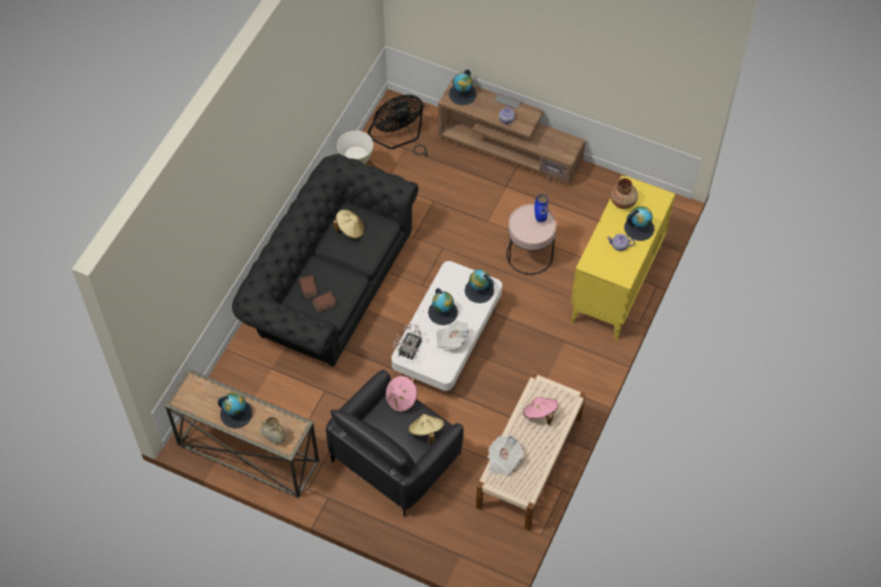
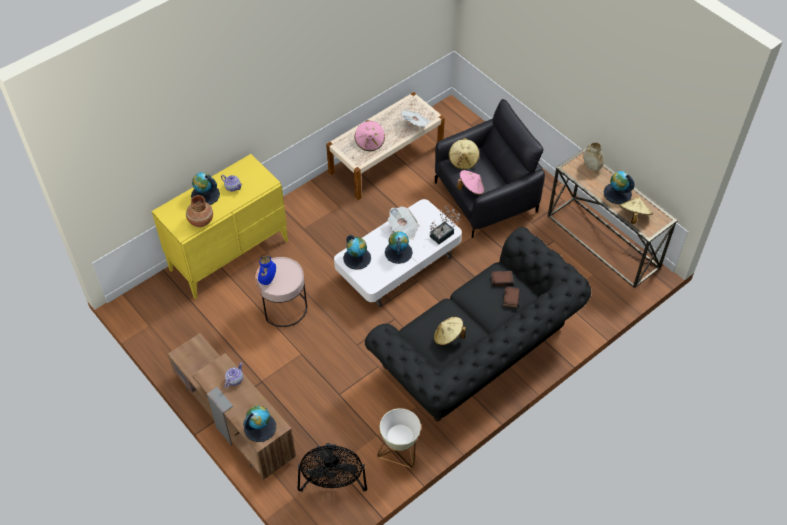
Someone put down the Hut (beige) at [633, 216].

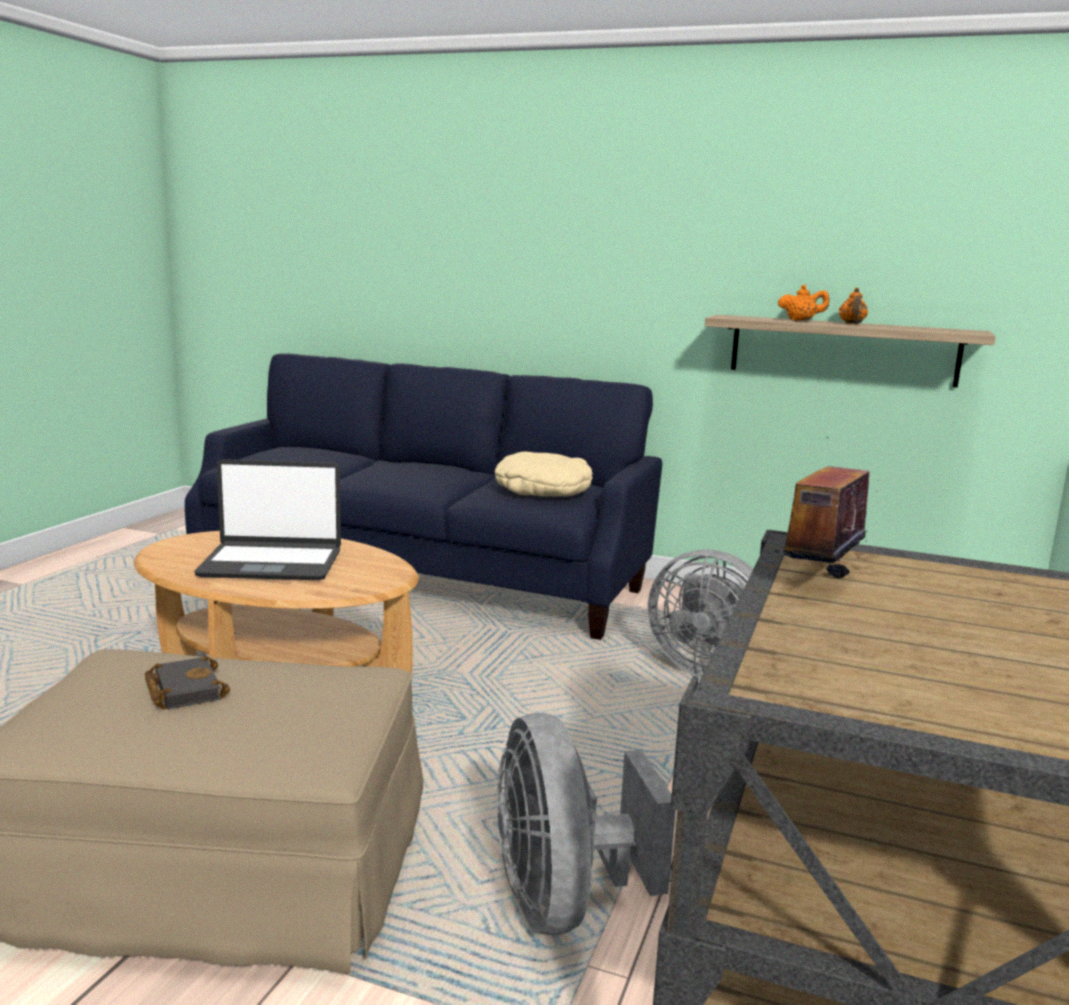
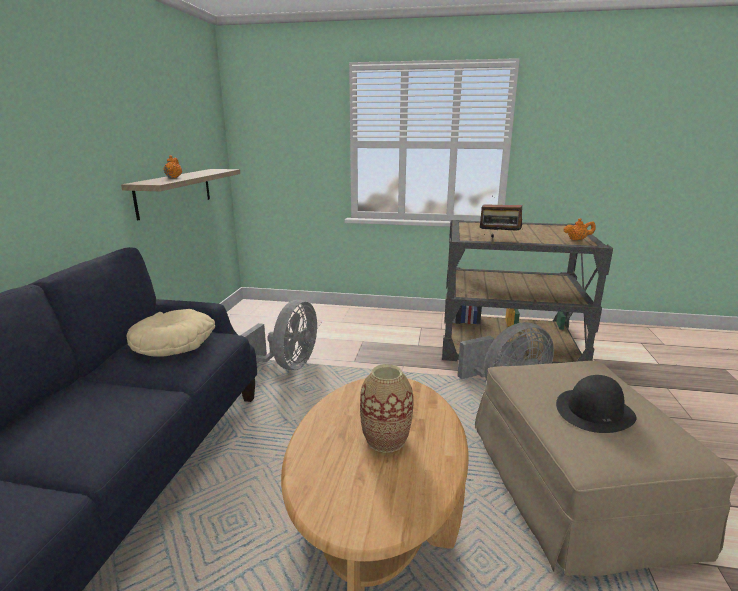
Someone swapped the Buch (schwarz) at [183, 689] for the Hut (schwarz) at [594, 411].
Someone swapped the Laptop at [271, 563] for the Vase at [385, 439].
Someone carried the Teekanne (orange) from [851, 324] to [577, 240].

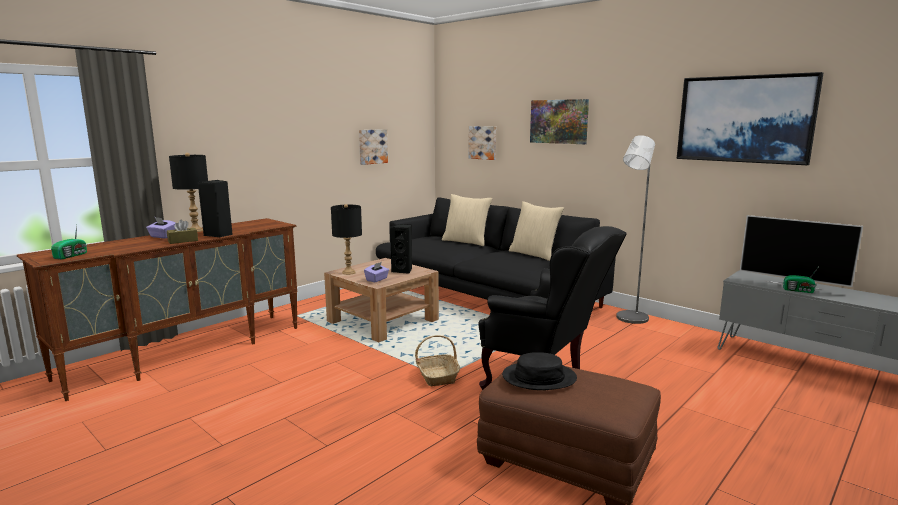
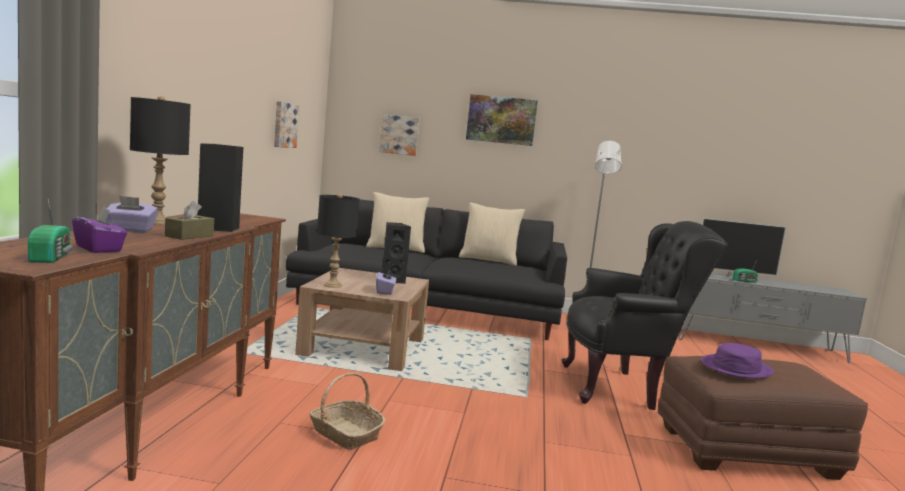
Someone carried the Korb from [437, 376] to [345, 433].
Someone repainted the Hut (schwarz) at [539, 377], which became the Hut (lila) at [736, 368].
Someone took away the Bild at [744, 119].
Someone put down the Taschentuchbox (lila) at [99, 249].

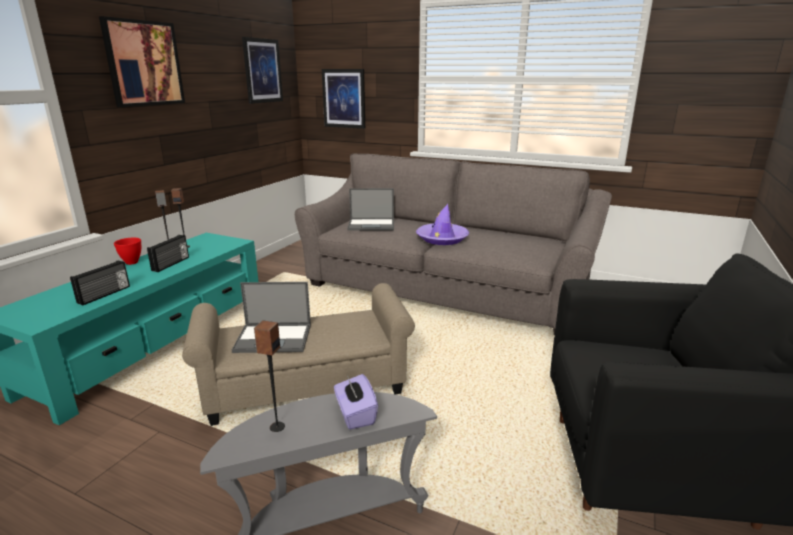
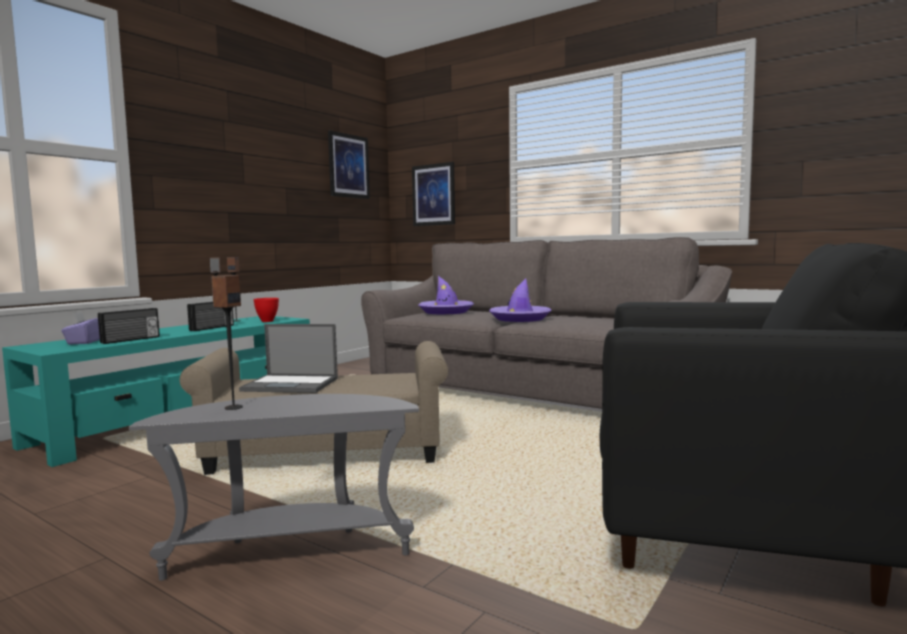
Someone took away the Bild at [143, 63].
Someone carried the Schüssel (rot) from [131, 262] to [267, 321].
Someone carried the Taschentuchbox (lila) from [355, 414] to [84, 342].
Someone swapped the Laptop at [372, 225] for the Hut (lila) at [446, 312].

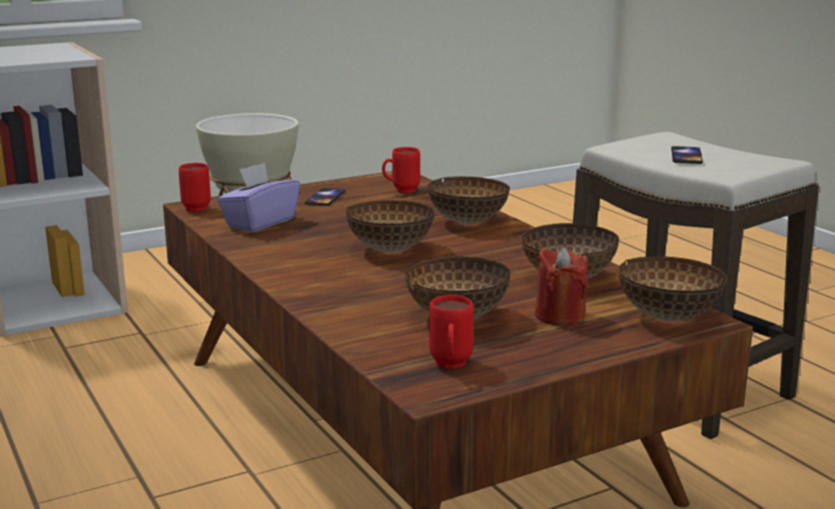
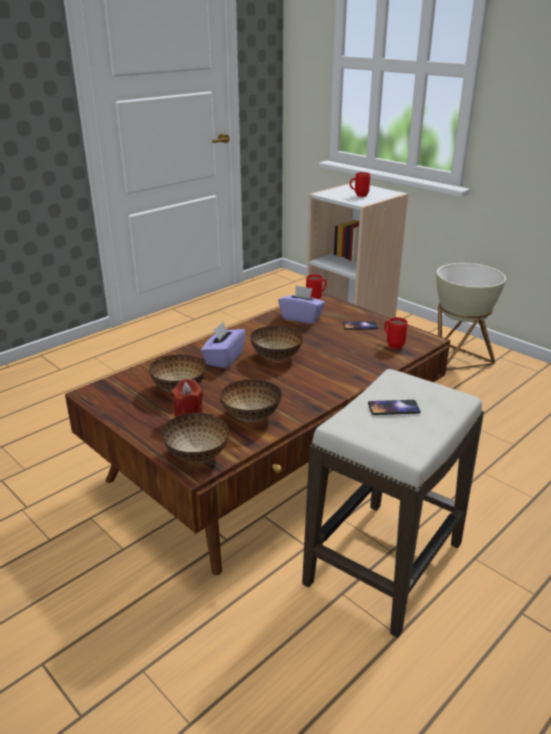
Someone took away the Schüssel at [469, 222].
Someone carried the Henkelbecher (rot) from [450, 367] to [358, 196].
Someone put down the Taschentuchbox (lila) at [224, 359].

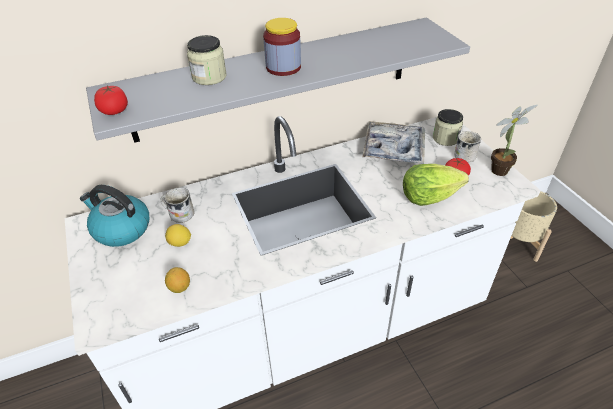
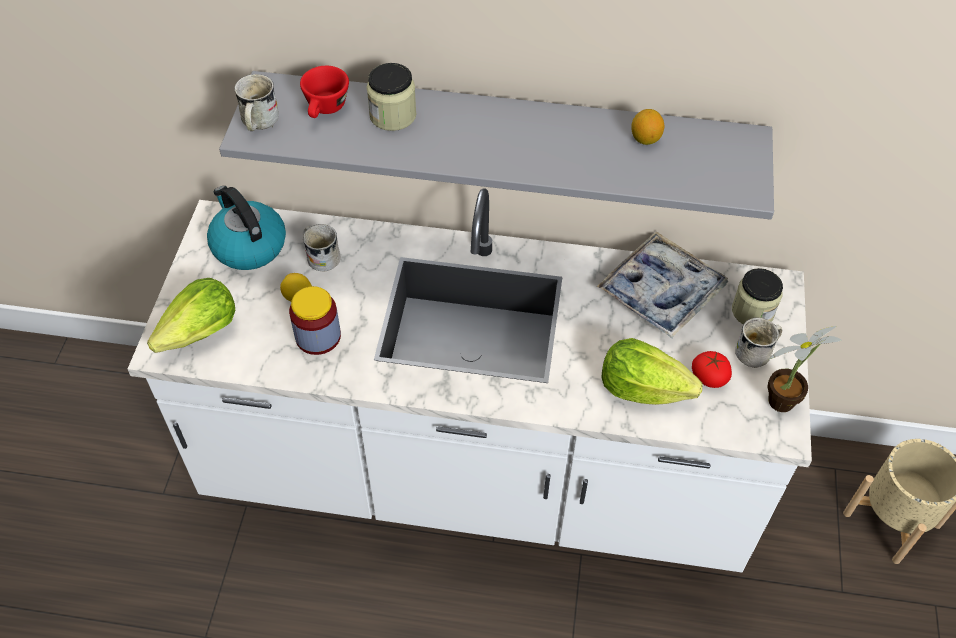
Someone swapped the Tomate at [114, 110] for the Henkelbecher (weiß) at [258, 123].
Someone carried the Zitrone from [179, 287] to [645, 139].
Someone carried the Vorratsglas from [283, 67] to [318, 336].
Someone put down the Salatkopf at [200, 332].
Someone put down the Tasse (rot) at [325, 109].

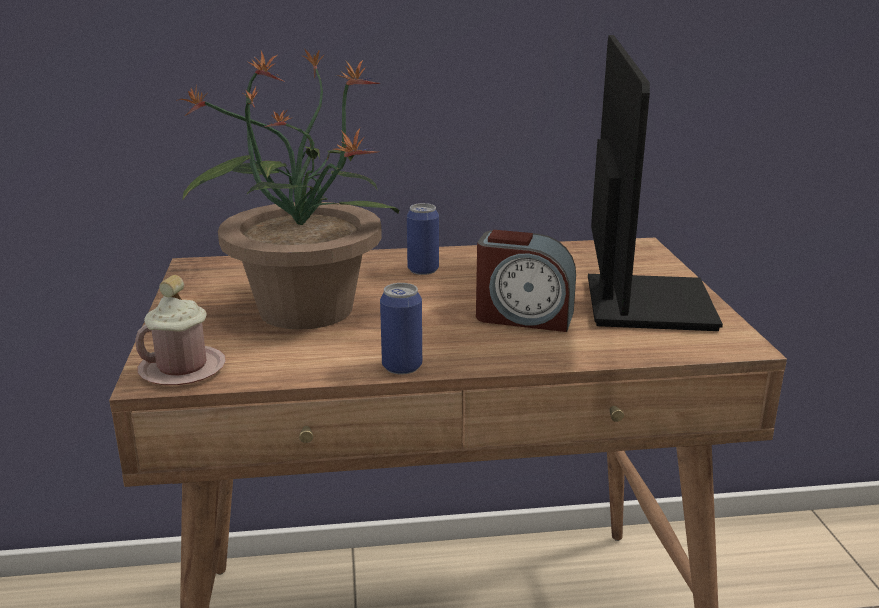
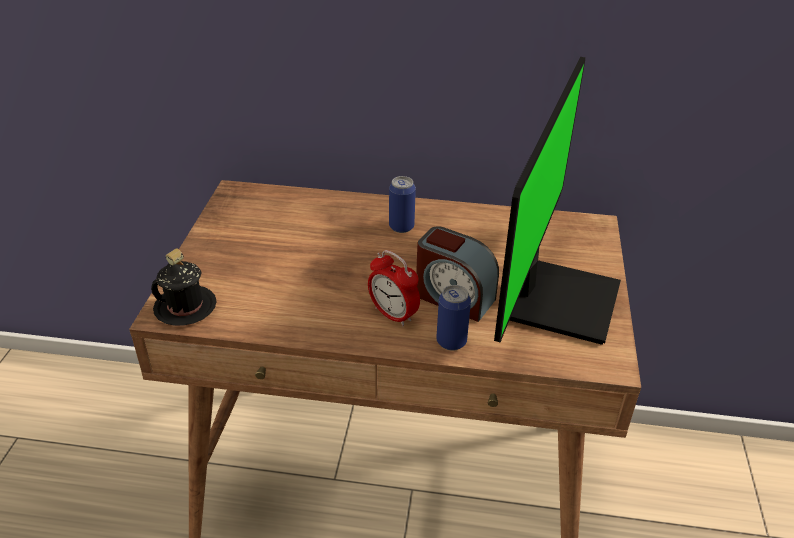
Someone repainted the Henkelbecher (rosa) at [182, 369], which became the Henkelbecher (schwarz) at [185, 308].
Someone took away the Topfpflanze at [304, 308].
Someone carried the Dose from [402, 367] to [451, 341].
Someone put down the Wecker at [393, 315].

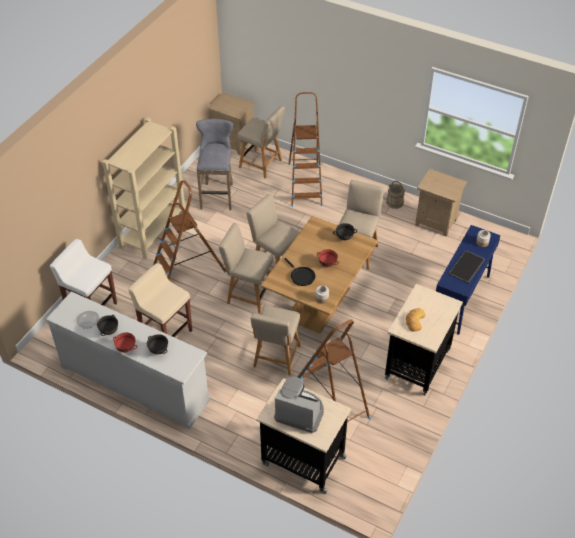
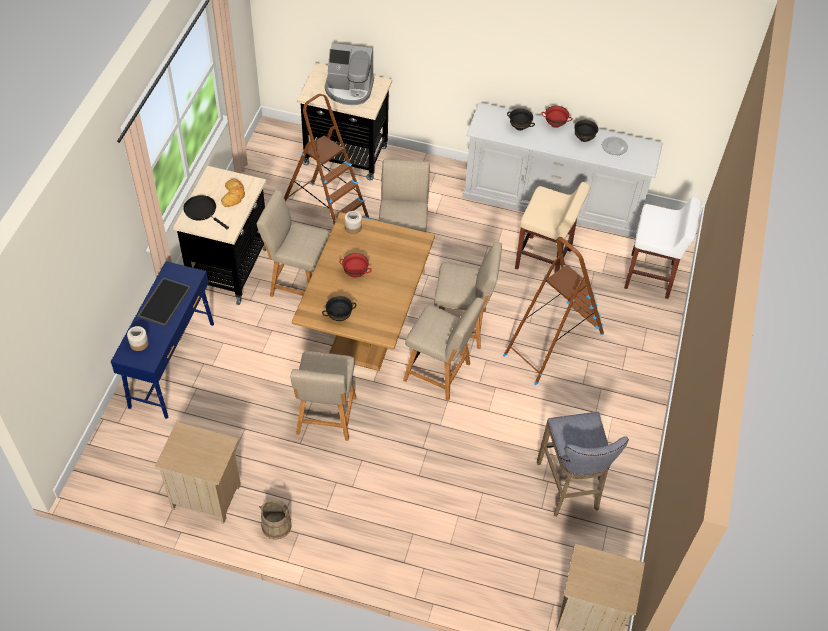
Someone took away the Bücherregal (beige) at [153, 230].
Someone carried the Stuhl (beige) from [262, 164] to [297, 283].
Someone carried the Pfanne (schwarz) from [301, 276] to [202, 211].
Someone took away the Trittleiter (braun) at [305, 184].

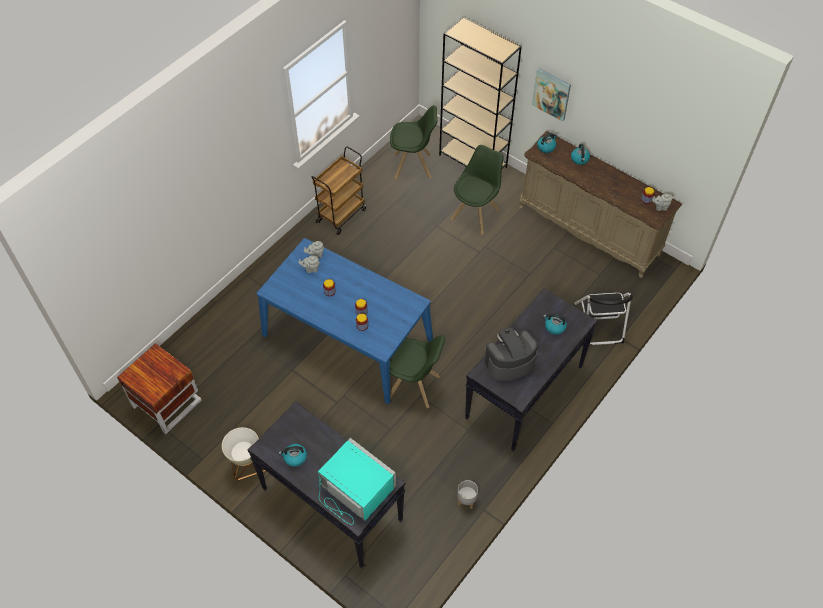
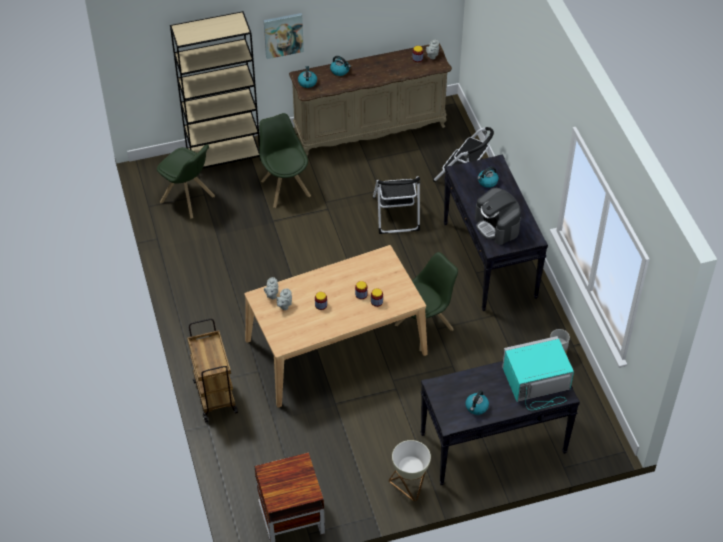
Someone repainted the Esstisch (blau) at [347, 338], which became the Esstisch (beige) at [336, 347].
Someone carried the Rollwagen (braun) from [342, 215] to [215, 396].
Someone rotated the Stuhl (grün) at [413, 166] by 90 degrees clockwise.
Someone rotated the Kaffeemaschine at [509, 362] by 45 degrees counterclockwise.
Someone put down the Trittleiter at [396, 215].

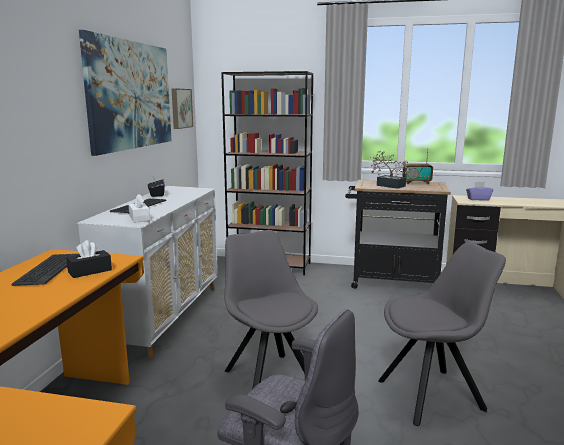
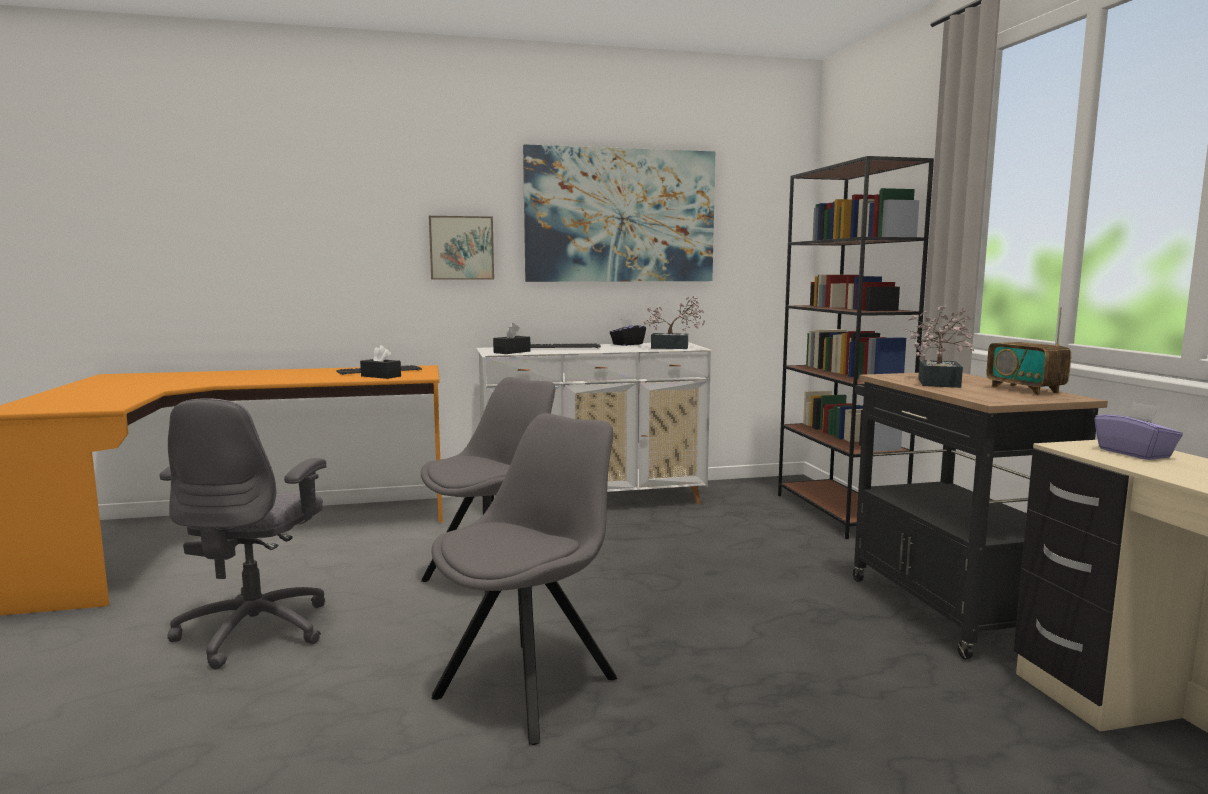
Someone repainted the Taschentuchbox (weiß) at [139, 218], which became the Taschentuchbox (schwarz) at [512, 352].
Someone carried the Bild from [180, 108] to [461, 248].
Someone rotated the Stuhl (grau) at [431, 395] by 105 degrees counterclockwise.
Someone put down the Topfpflanze at [674, 347].

